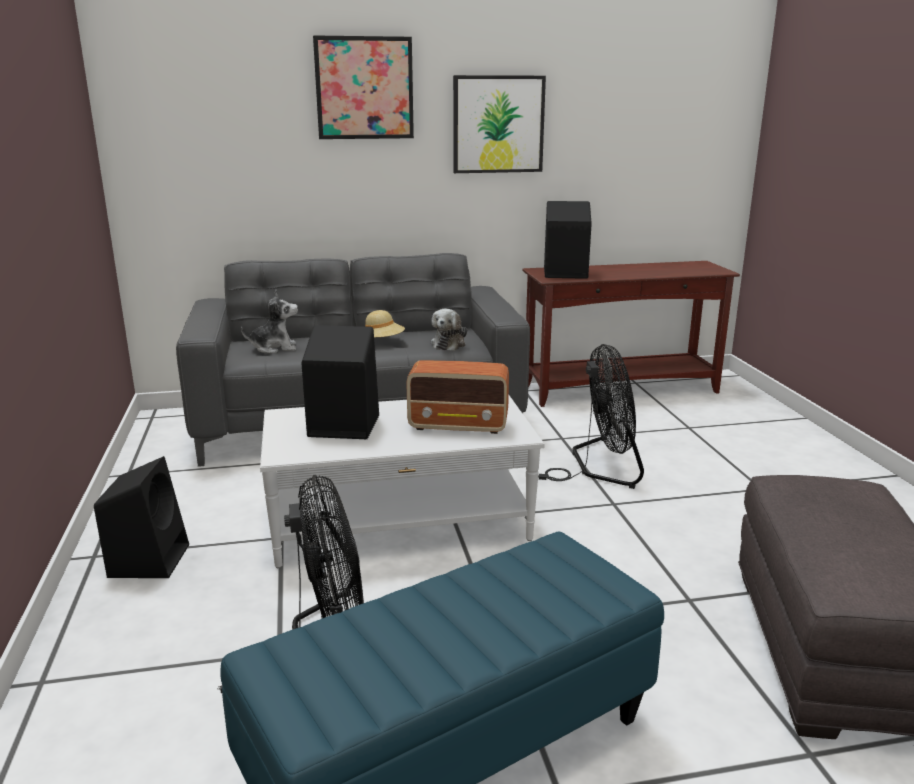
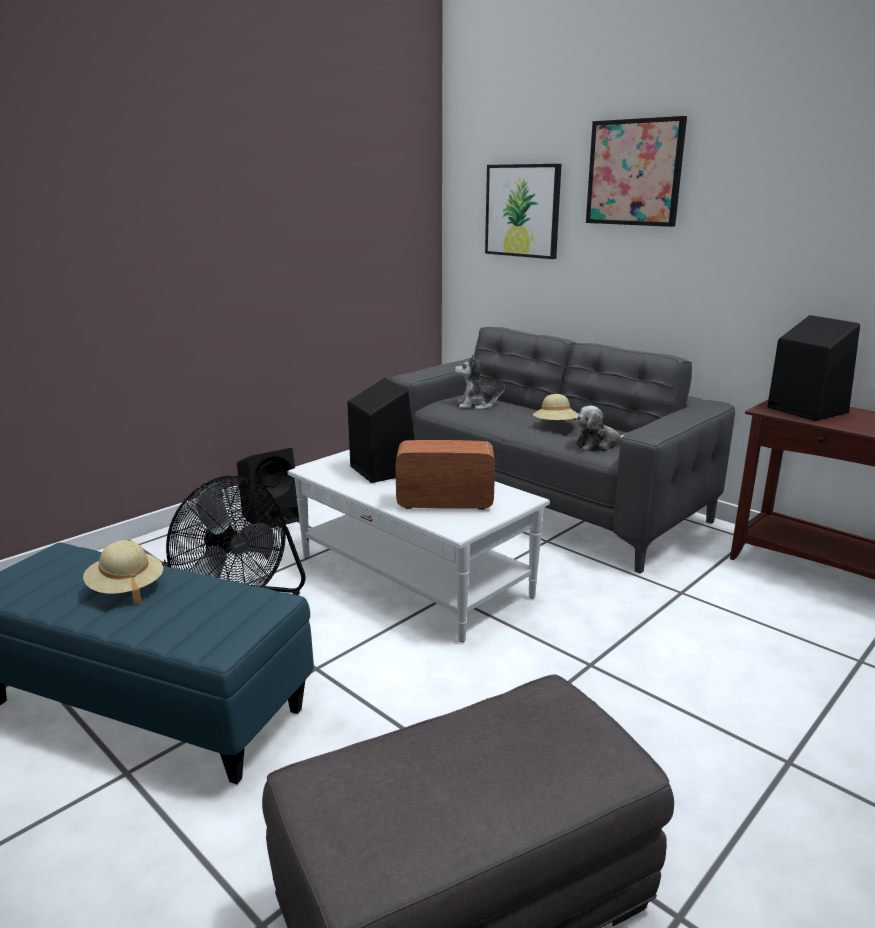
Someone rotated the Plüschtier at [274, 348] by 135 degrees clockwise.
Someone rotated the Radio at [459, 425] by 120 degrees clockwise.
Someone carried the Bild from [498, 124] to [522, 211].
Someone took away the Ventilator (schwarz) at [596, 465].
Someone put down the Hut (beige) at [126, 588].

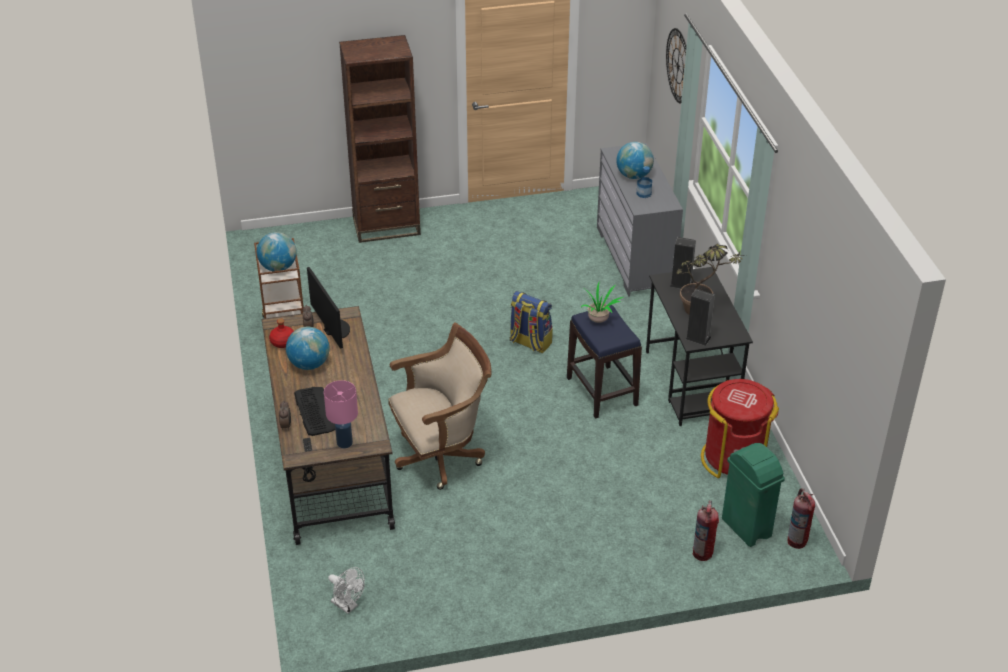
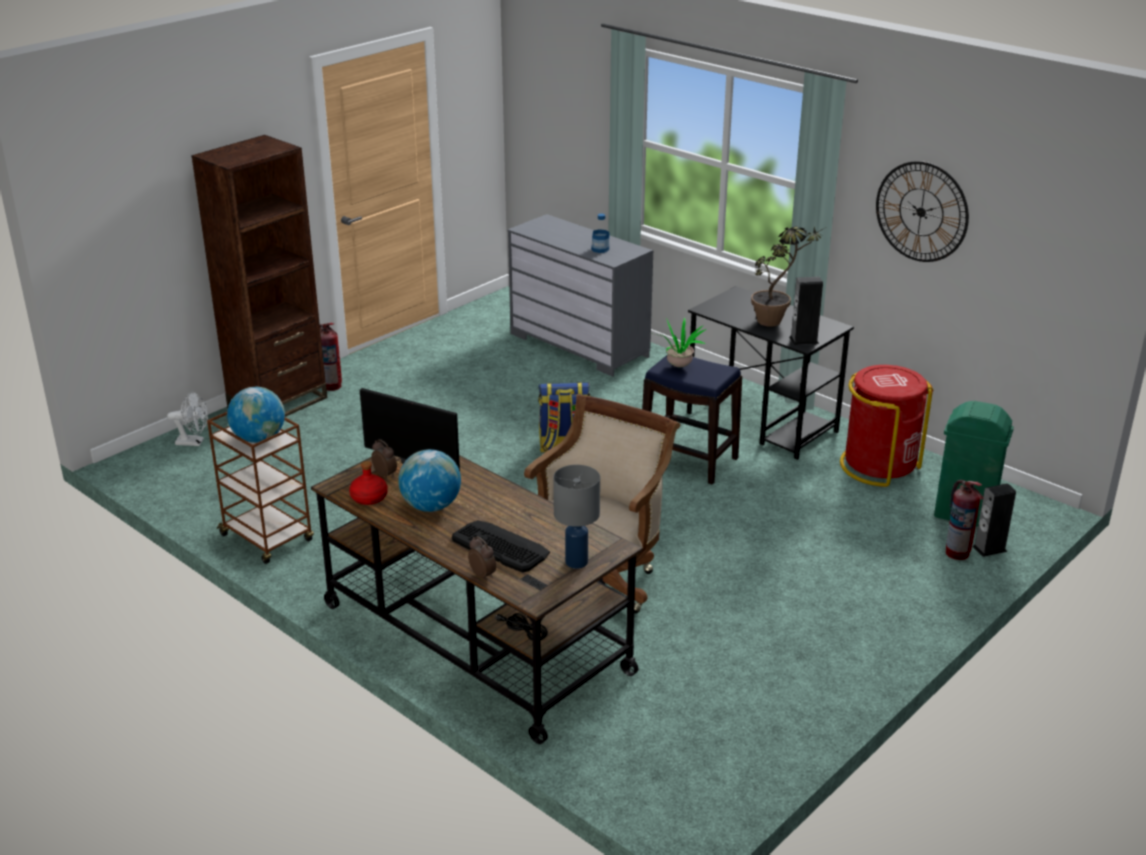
Someone repainted the Tischlampe (rosa) at [344, 443], which became the Tischlampe (grau) at [575, 562].
Someone carried the Ventilator (weiß) from [347, 606] to [194, 442].
Someone took away the Globus at [634, 175].
Someone carried the Wanduhr from [678, 65] to [921, 212].
Someone carried the Lautsprecher from [681, 284] to [989, 549].
Someone carried the Feuerlöscher from [797, 541] to [332, 385].

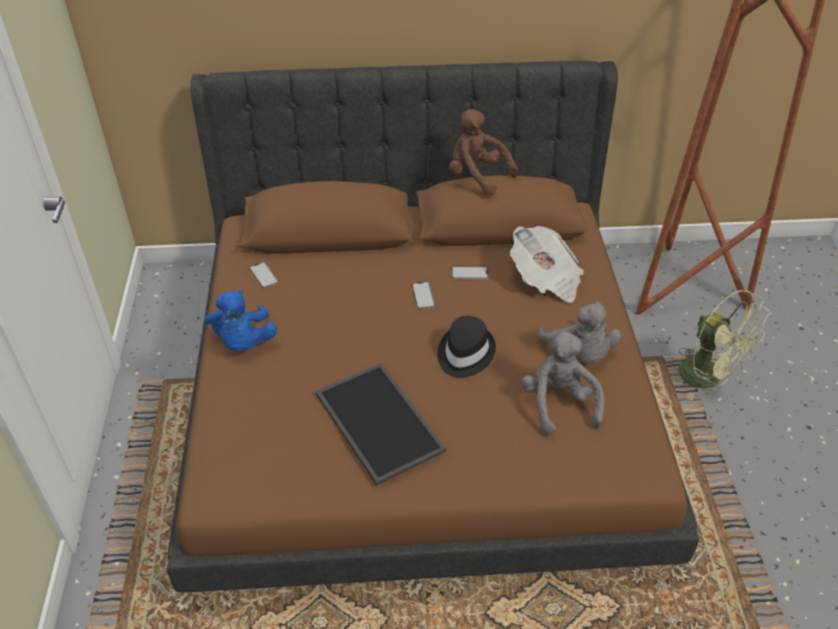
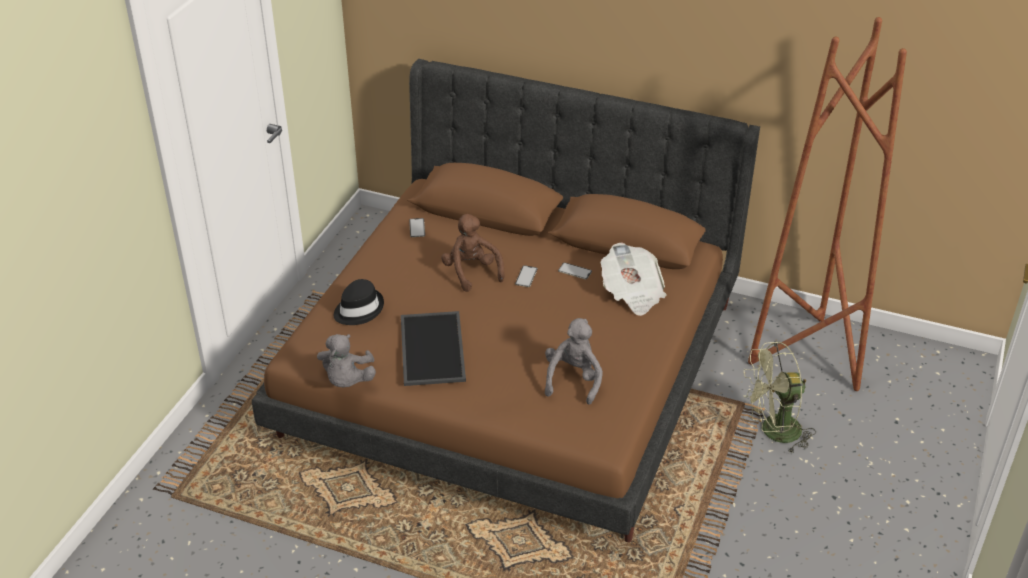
Someone took away the Plüschtier (blau) at [243, 342].
Someone carried the Hut (schwarz) from [464, 353] to [358, 309].
Someone carried the Plüschtier (braun) from [477, 176] to [471, 272].
Someone carried the Plüschtier (grau) from [579, 354] to [347, 381].
Someone rotated the Ventilator (grün) at [708, 378] by 90 degrees clockwise.

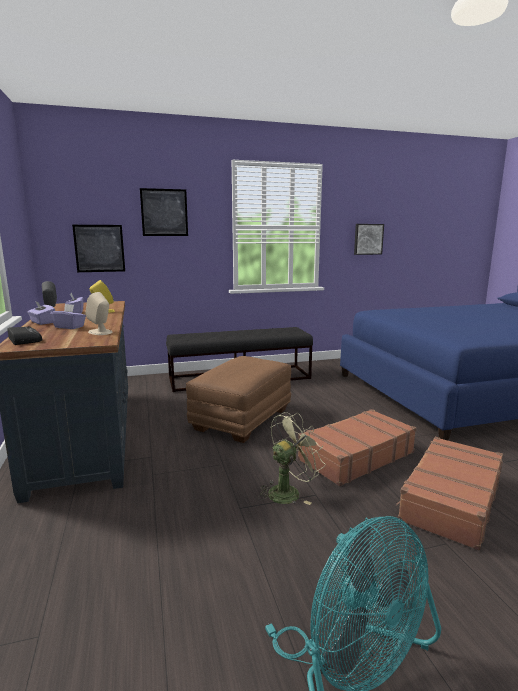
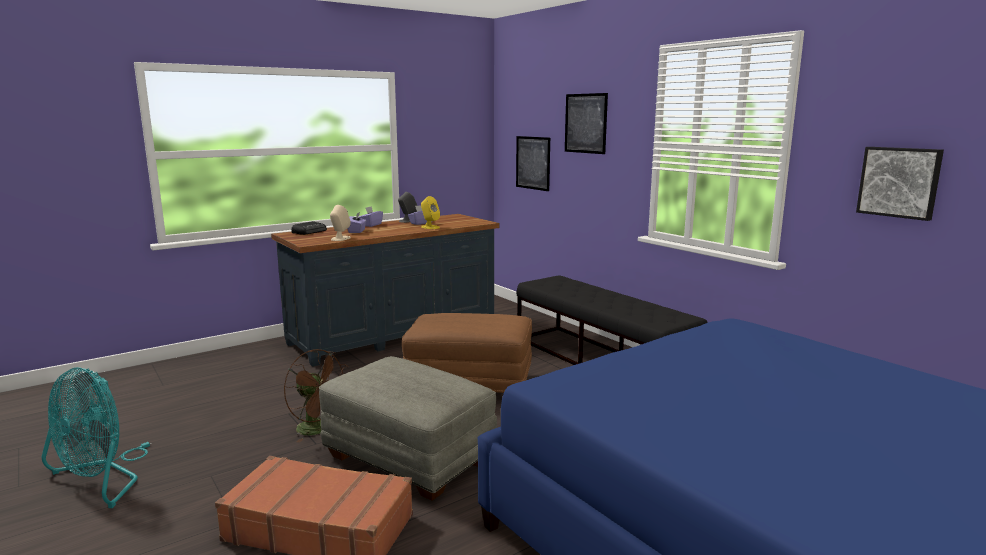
Someone repainted the Ventilator (grün) at [288, 491], which became the Ventilator (braun) at [319, 430].
Someone swapped the Koffer (braun) at [355, 456] for the Polsterhocker (grau) at [408, 458].

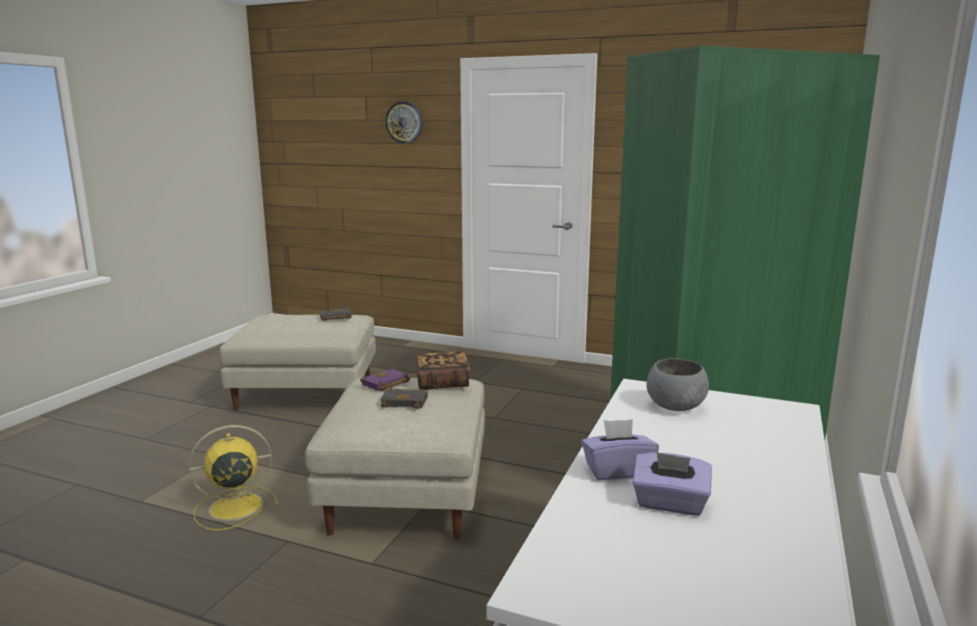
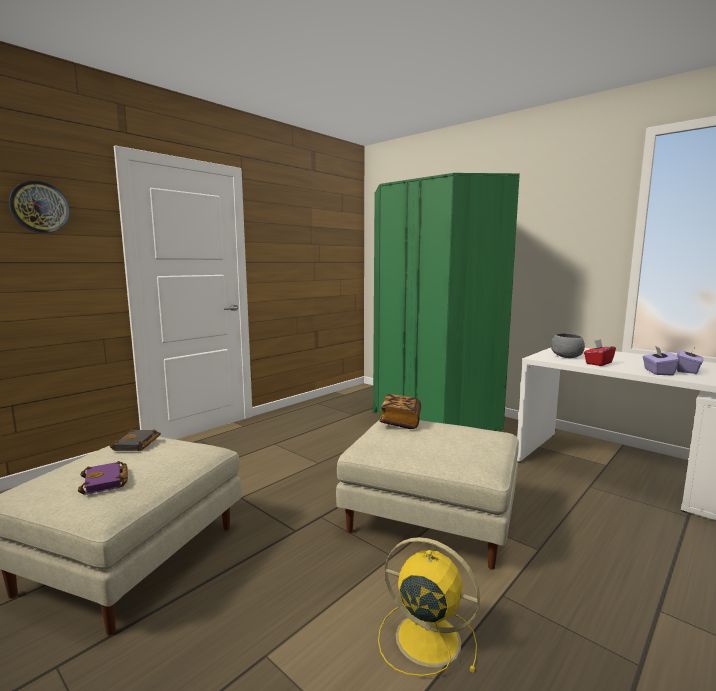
Someone rotated the Ventilator (gelb) at [233, 507] by 120 degrees clockwise.
Someone carried the Buch (lila) from [385, 384] to [106, 482].
Someone took away the Buch (schwarz) at [406, 402].
Someone put down the Taschentuchbox (rot) at [598, 363].

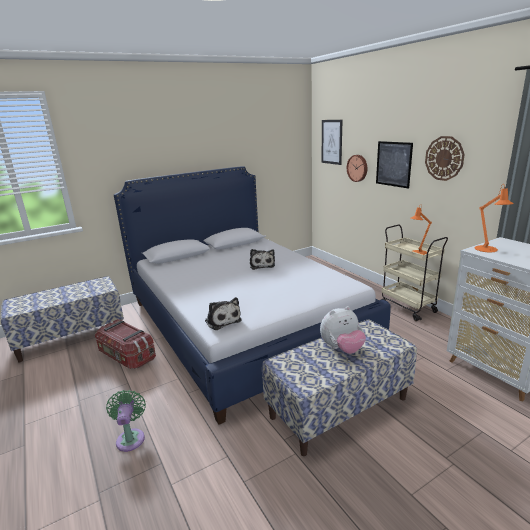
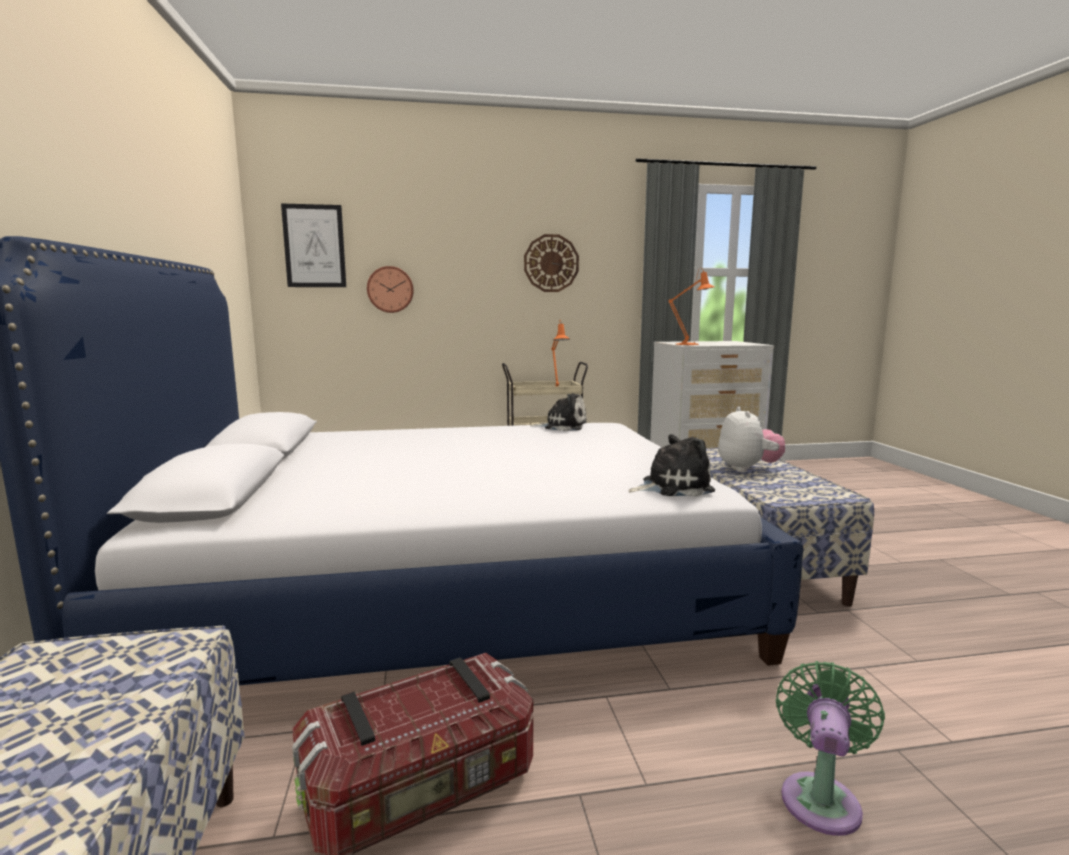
Someone rotated the Ventilator (grün) at [131, 437] by 105 degrees clockwise.
Someone carried the Plüschtier from [262, 265] to [562, 426].
Someone took away the Bild at [393, 164].

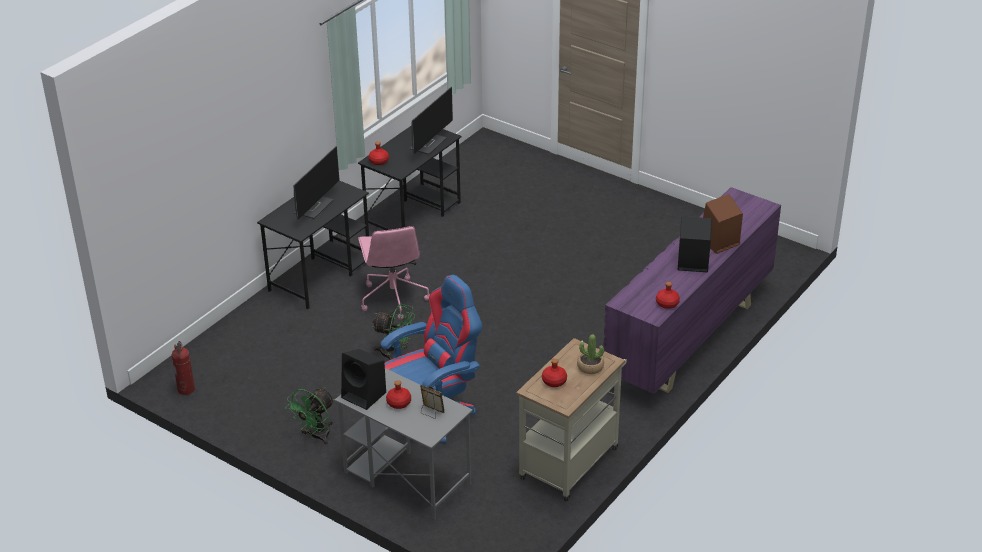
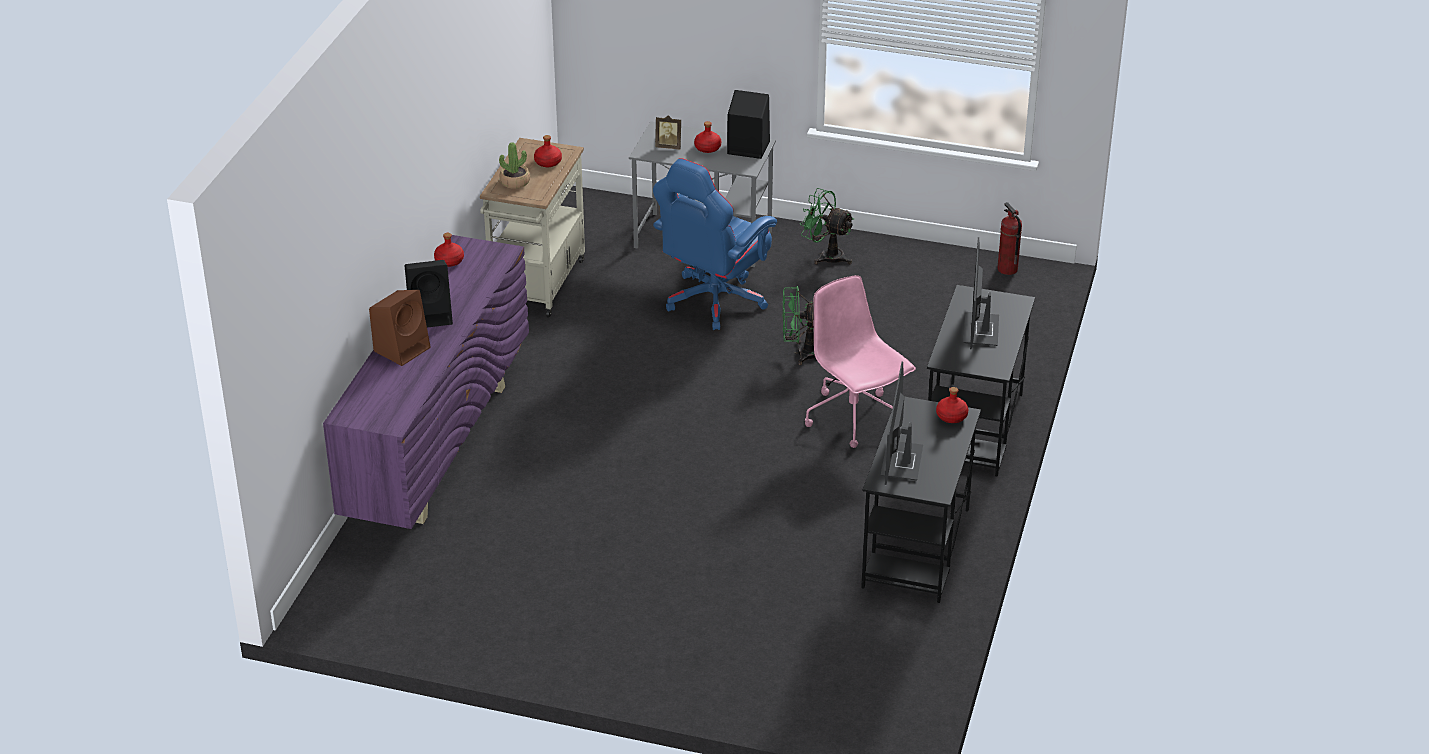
Someone rotated the Ventilator (grün) at [316, 436] by 75 degrees counterclockwise.

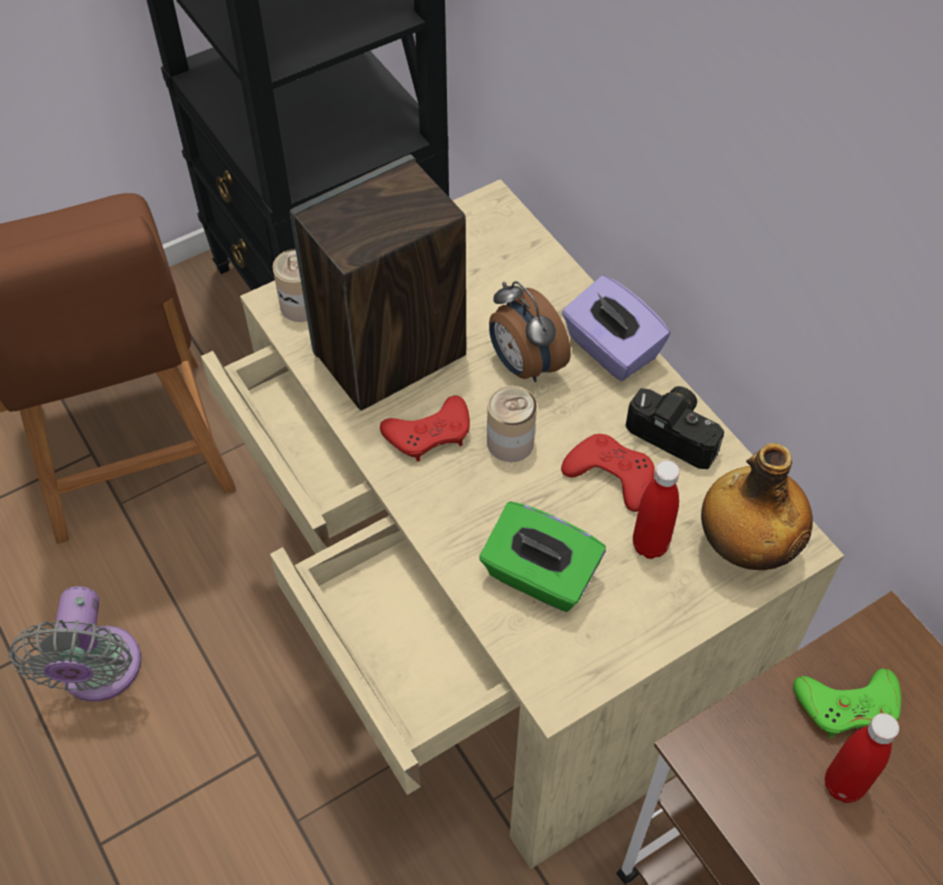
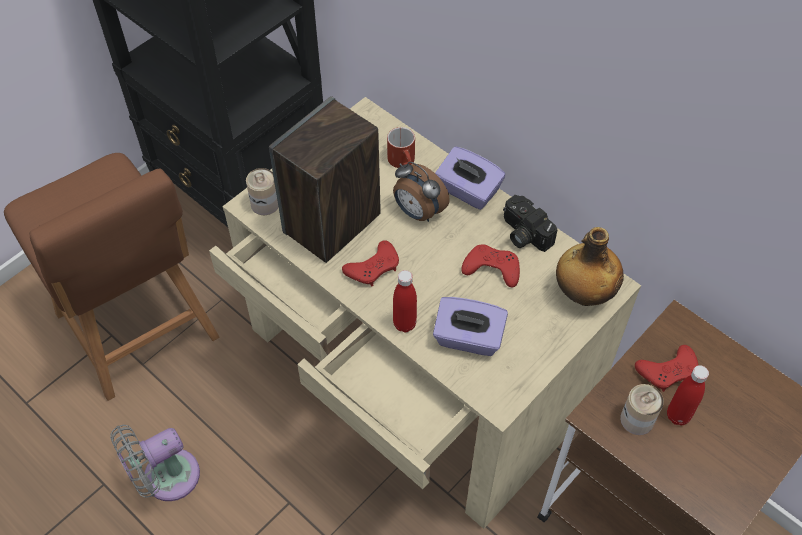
Someone rotated the Ventilator (grau) at [99, 673] by 75 degrees clockwise.
Someone repainted the Taschentuchbox (grün) at [539, 576], which became the Taschentuchbox (lila) at [468, 339].
Someone carried the Dose from [510, 442] to [637, 419].
Someone rotated the Kamera at [677, 433] by 150 degrees counterclockwise.
Someone carried the Flasche (rot) from [650, 545] to [404, 324].
Someone repainted the Gamepad (grün) at [848, 706], which became the Gamepad (rot) at [668, 371].
Someone put down the Henkelbecher (rot) at [404, 162].

